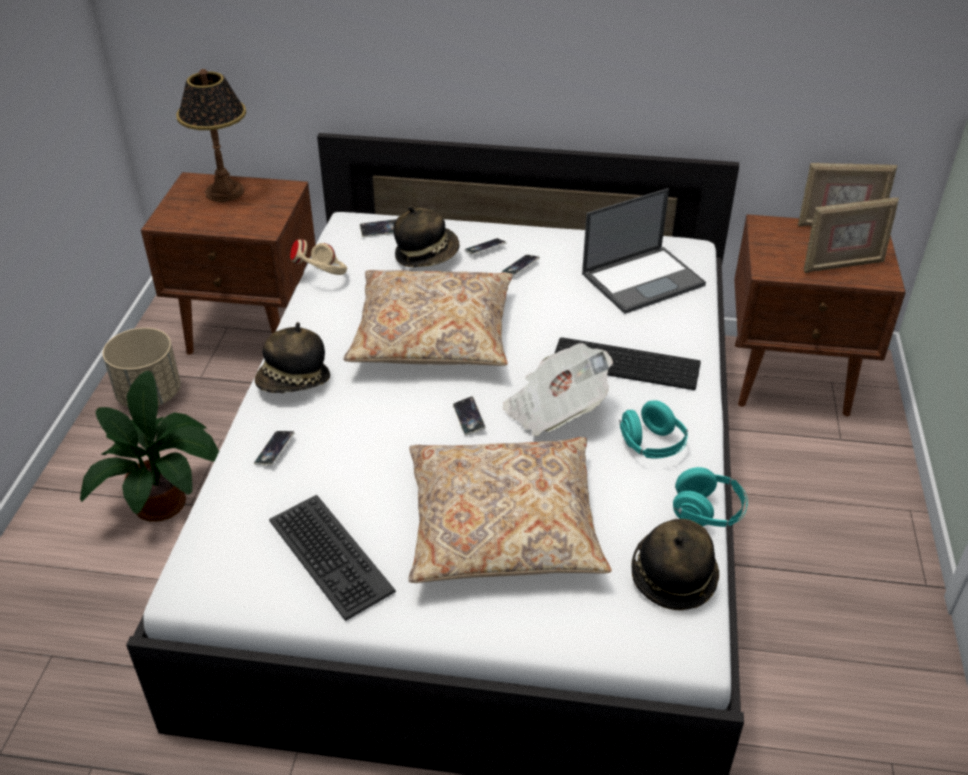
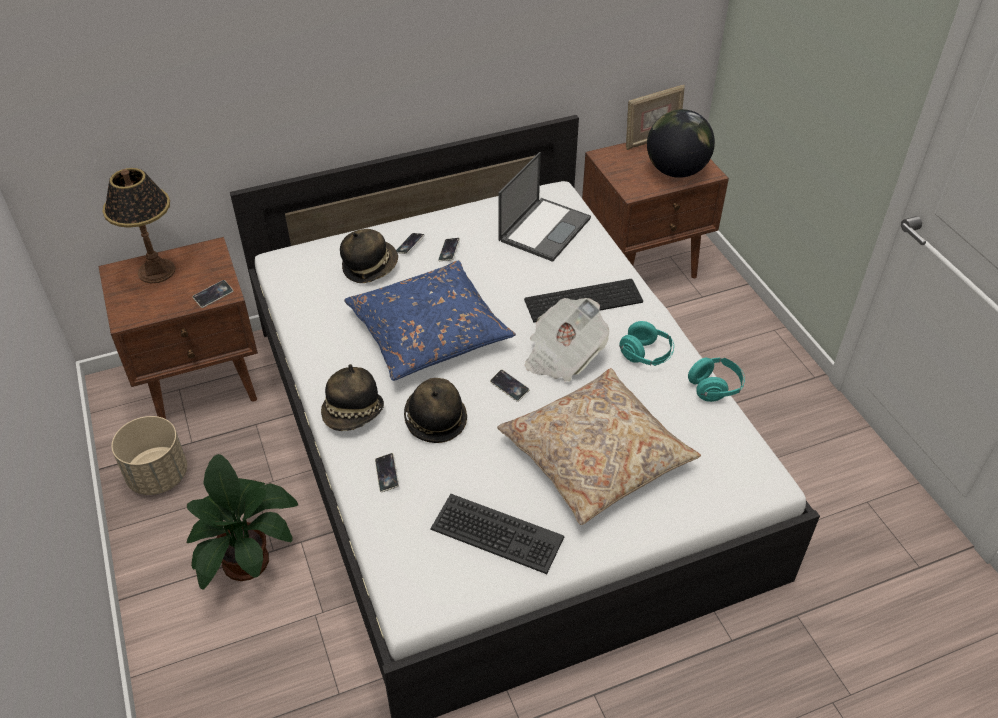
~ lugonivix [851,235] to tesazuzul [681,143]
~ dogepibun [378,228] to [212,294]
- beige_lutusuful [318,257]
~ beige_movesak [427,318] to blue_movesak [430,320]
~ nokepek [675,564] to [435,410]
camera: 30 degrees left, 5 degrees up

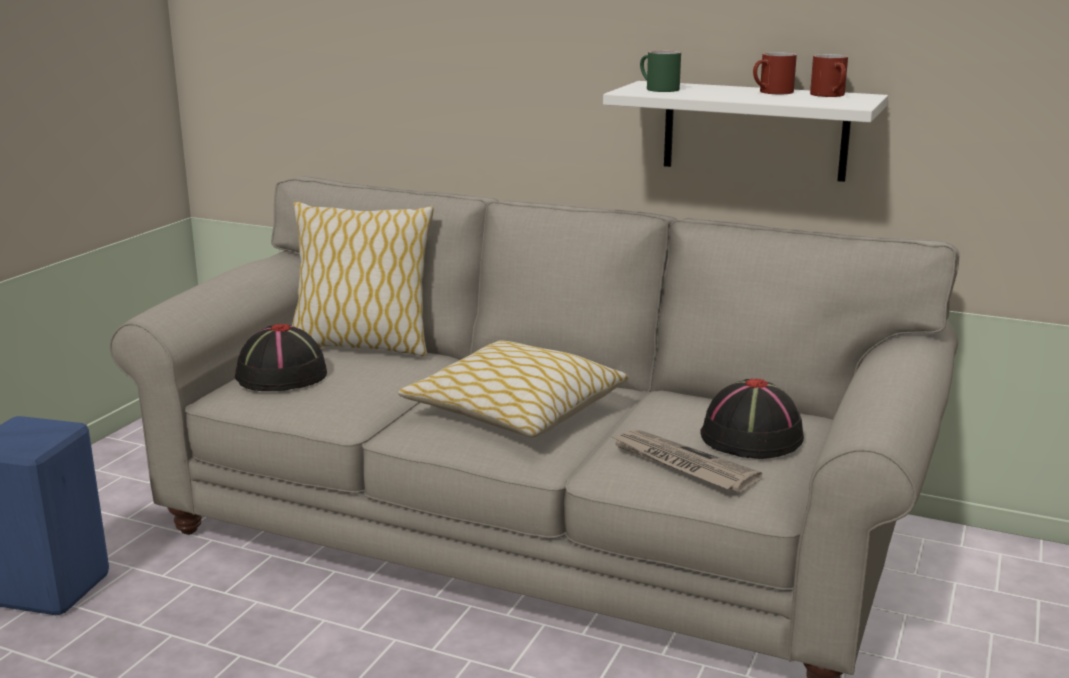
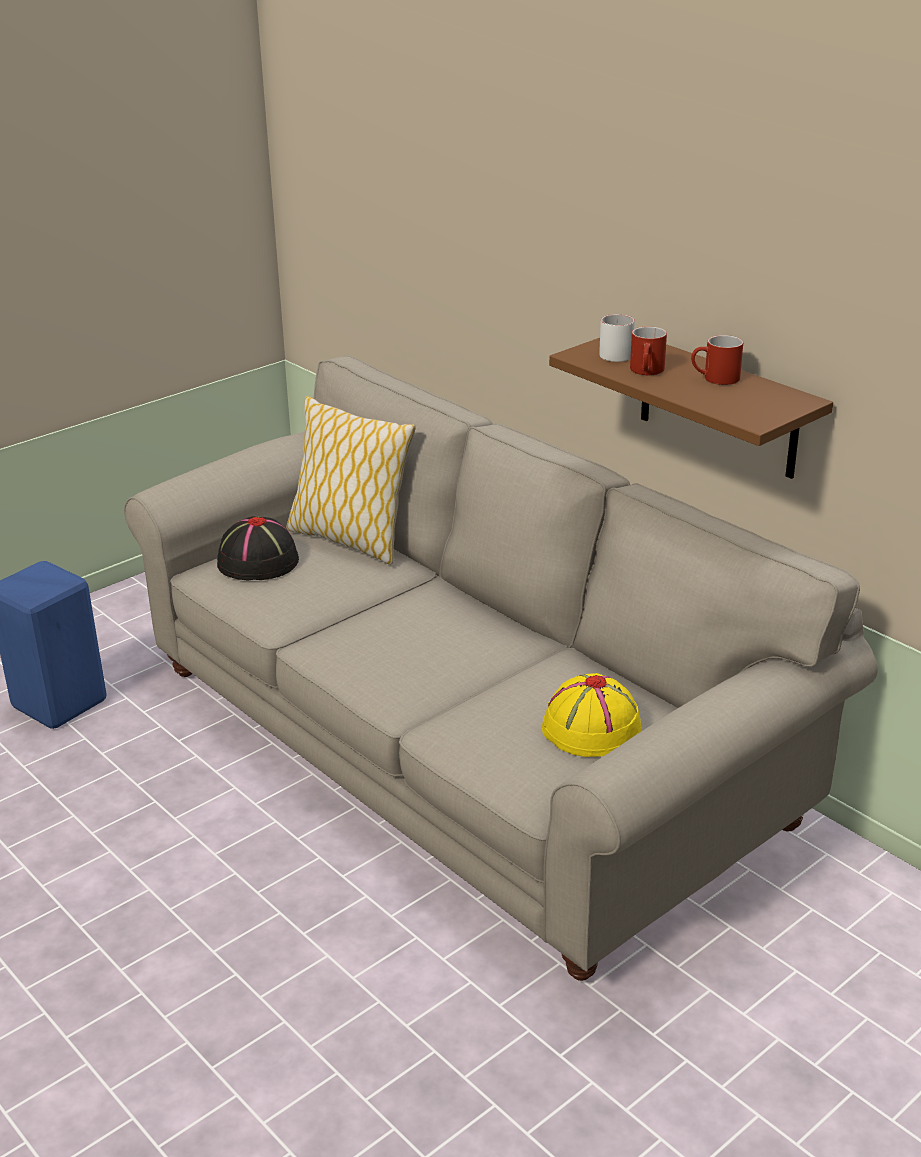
~ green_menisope [660,71] to white_menisope [617,338]
~ red_menisope [829,75] to [648,350]
~ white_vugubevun [745,131] to brown_vugubevun [691,408]
- movesak [513,389]
~ black_nokepek [752,418] to yellow_nokepek [592,715]
- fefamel [686,460]
camera: 25 degrees right, 10 degrees up

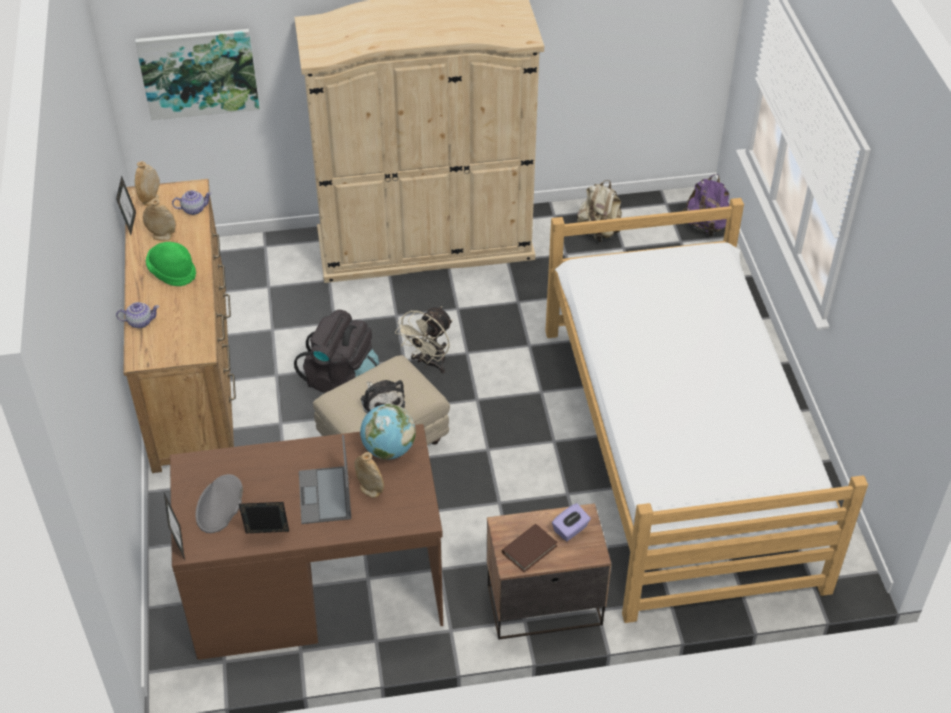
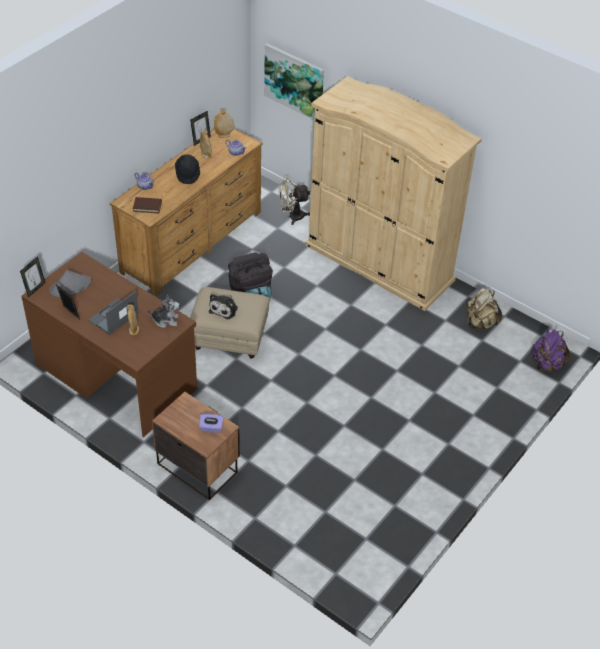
- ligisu [706,410]
~ green_nokepek [171,264] to black_nokepek [187,169]
~ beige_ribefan [424,339] to [294,201]
~ tesazuzul [388,431] to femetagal [163,311]
~ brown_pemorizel [530,548] to [147,205]
camera: 45 degrees right, 0 degrees up

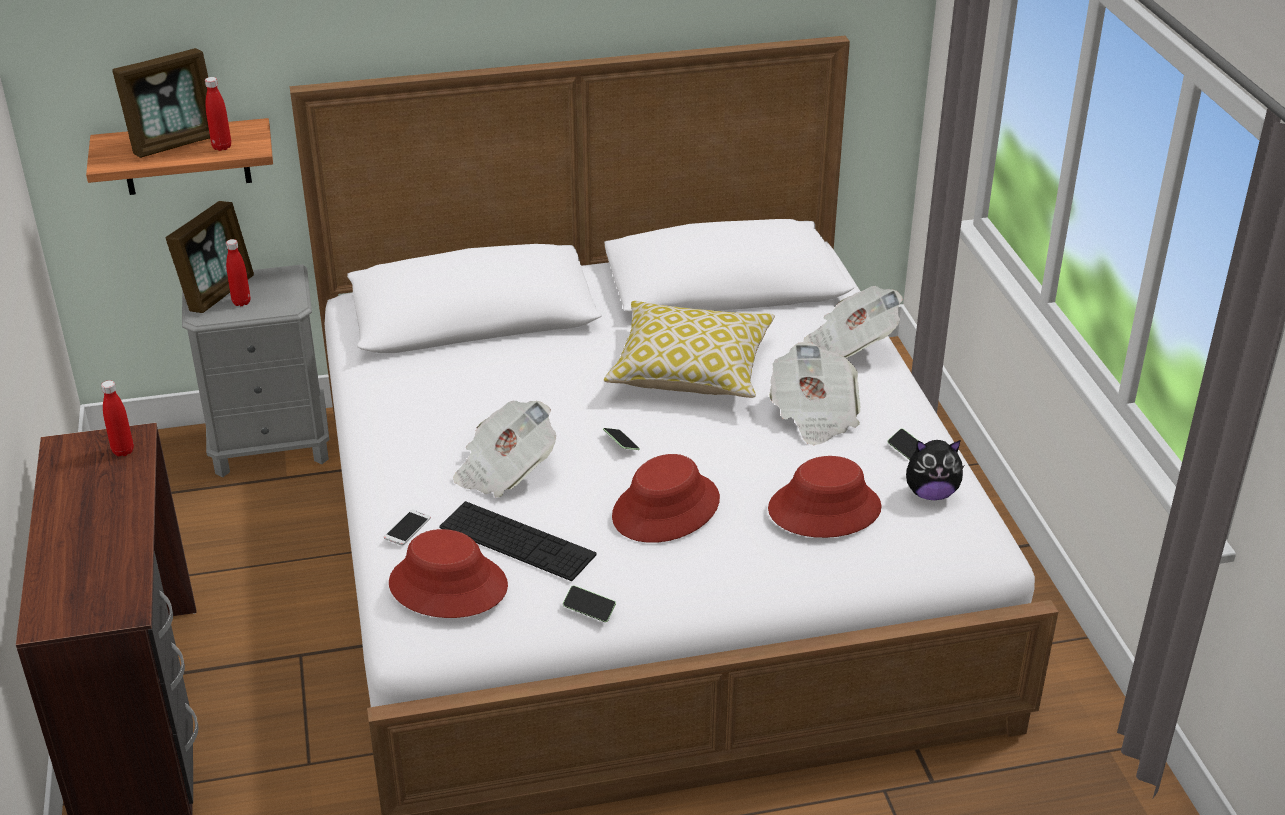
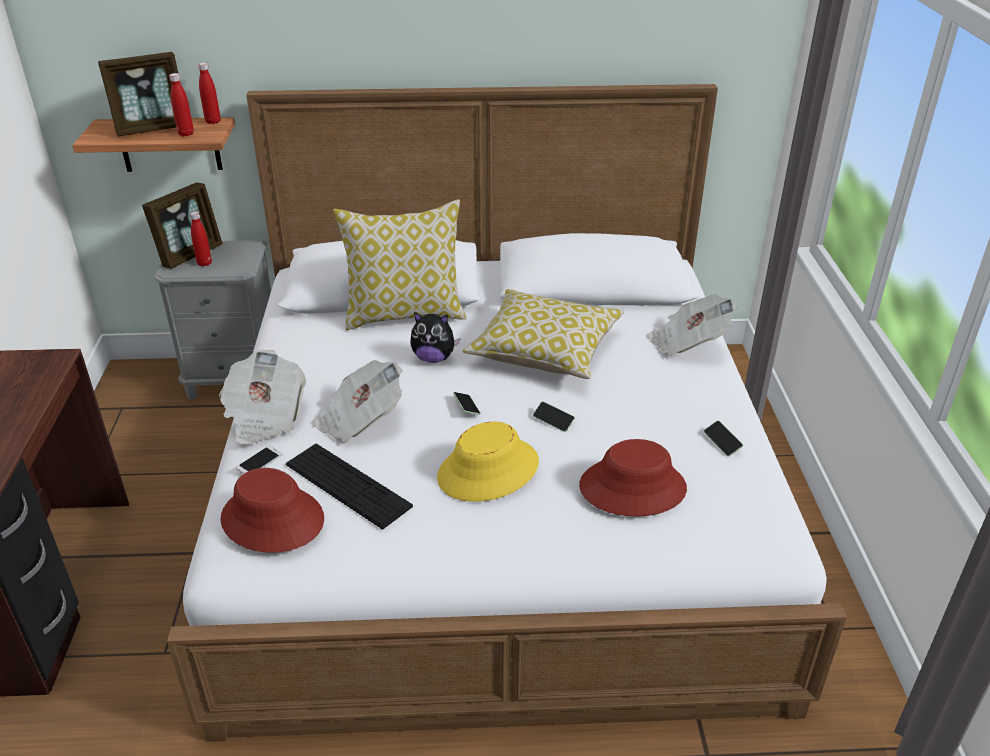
~ fefamel [814,393] to [262,397]
~ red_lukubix [117,418] to [209,93]
~ femetagal [935,470] to [436,337]
~ red_nokepek [666,498] to yellow_nokepek [488,462]
~ dogepibun [589,603] to [554,416]
+ movesak [400,264]
camera: 10 degrees right, 0 degrees up

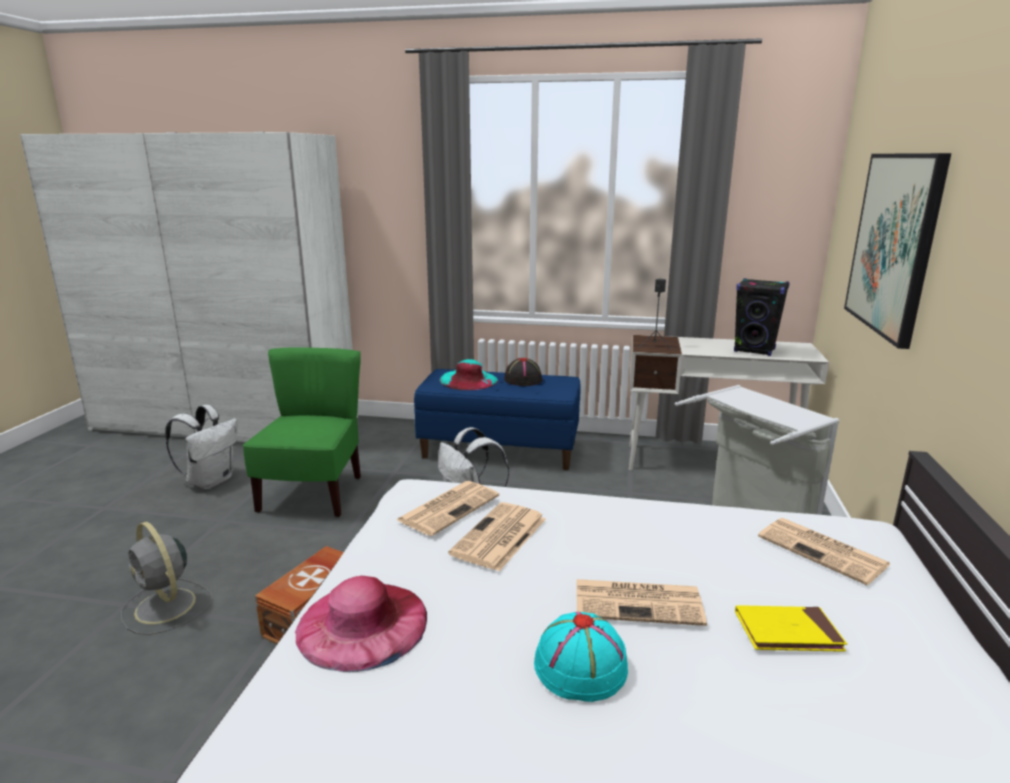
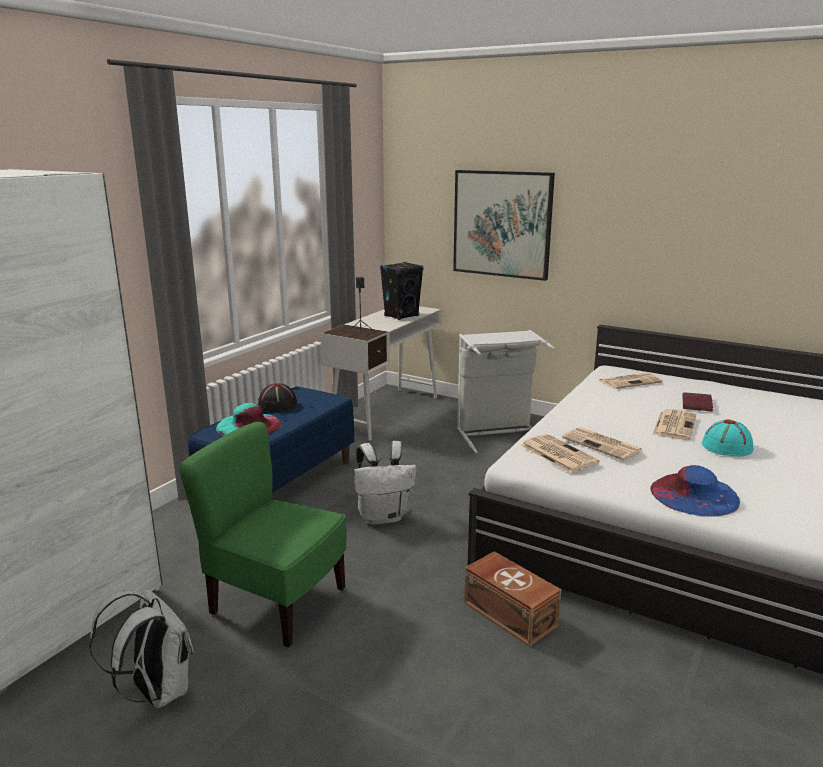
- grey_ribefan [166,578]
~ pink_nokepek [361,624] to blue_nokepek [695,491]
~ yellow_pemorizel [791,628] to red_pemorizel [697,402]
camera: 70 degrees left, 0 degrees up

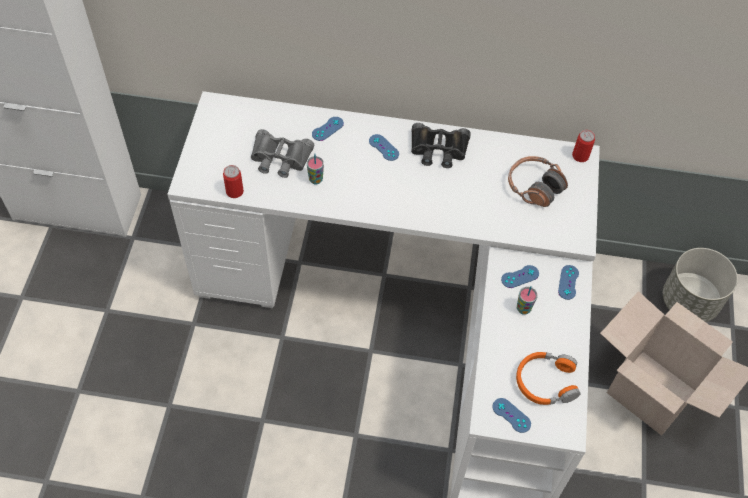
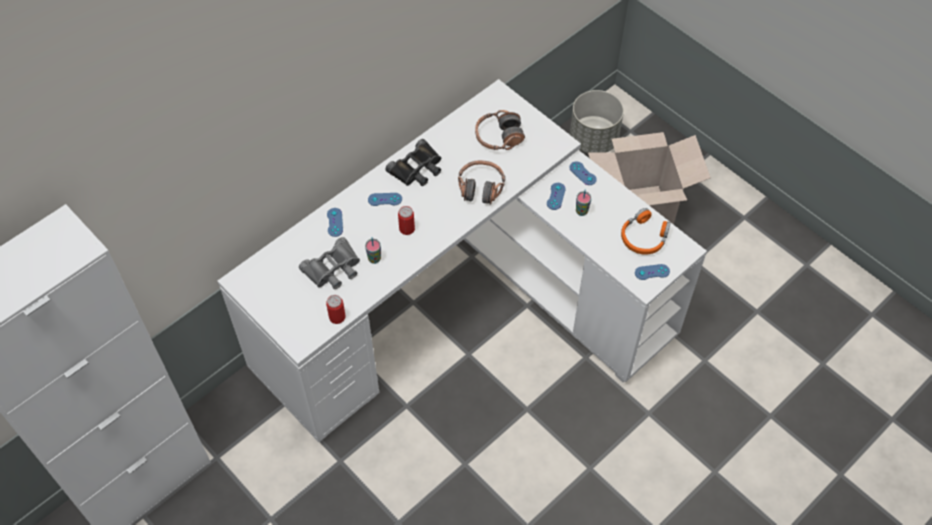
~ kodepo [583,146] to [406,220]
+ lutusuful [481,182]
camera: 50 degrees left, 0 degrees up

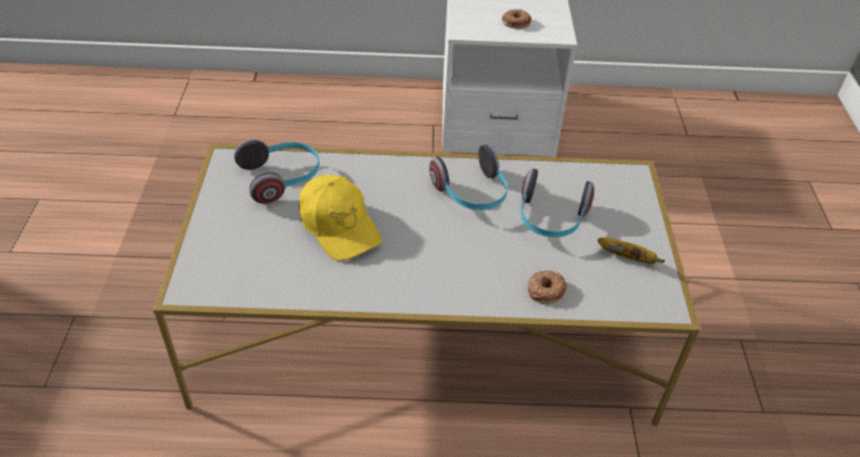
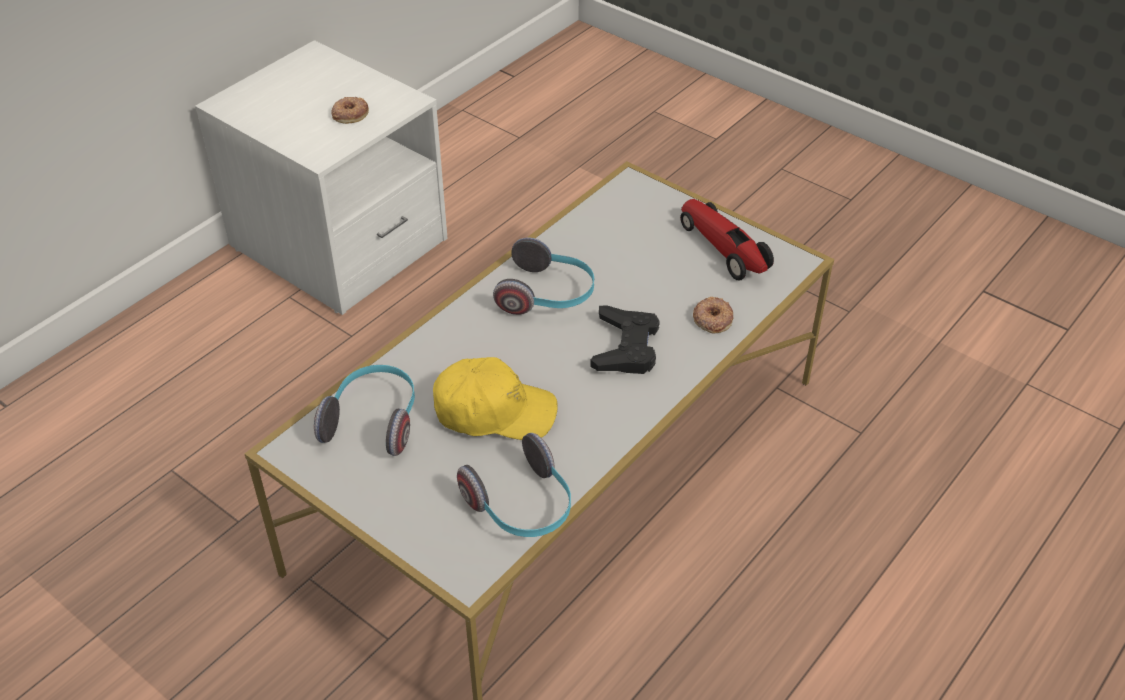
~ lutusuful [557,202] to [514,485]
~ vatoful [631,250] to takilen [727,239]
+ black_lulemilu [625,339]
camera: 50 degrees left, 0 degrees up

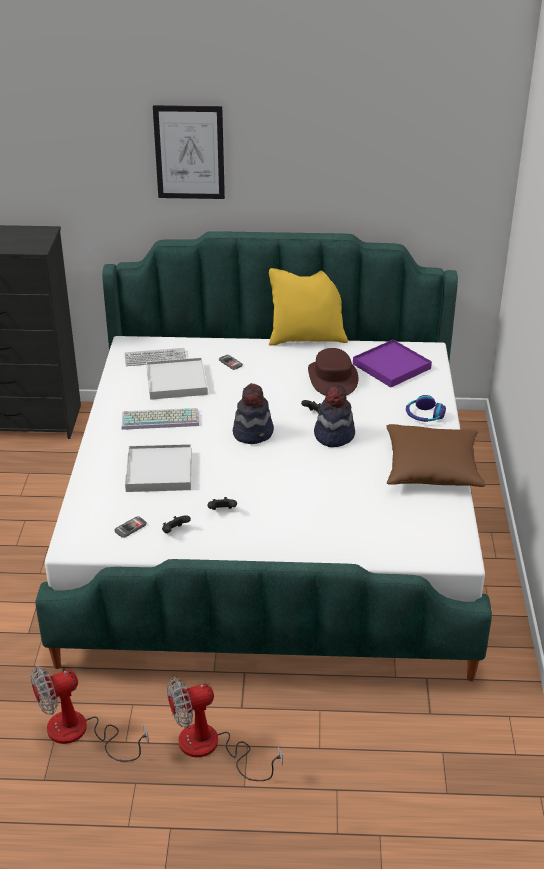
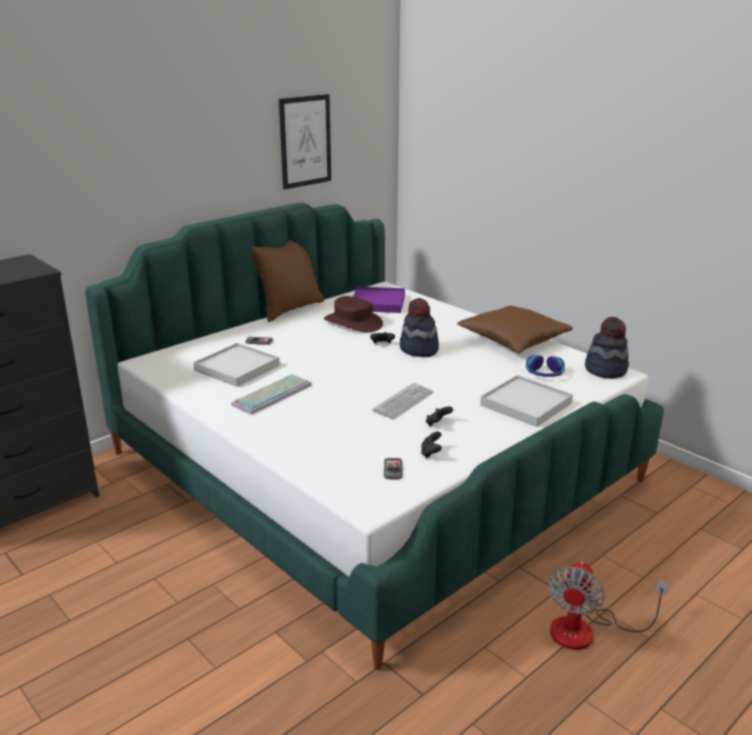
~ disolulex [189,152] to [305,141]
~ yellow_movesak [308,307] to brown_movesak [288,281]
~ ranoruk [155,357] to [403,401]
~ nokepek [253,413] to [607,347]
~ lutusuful [426,408] to [545,366]
~ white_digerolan [158,468] to [526,401]
- ribefan [90,714]
camera: 45 degrees left, 10 degrees down

